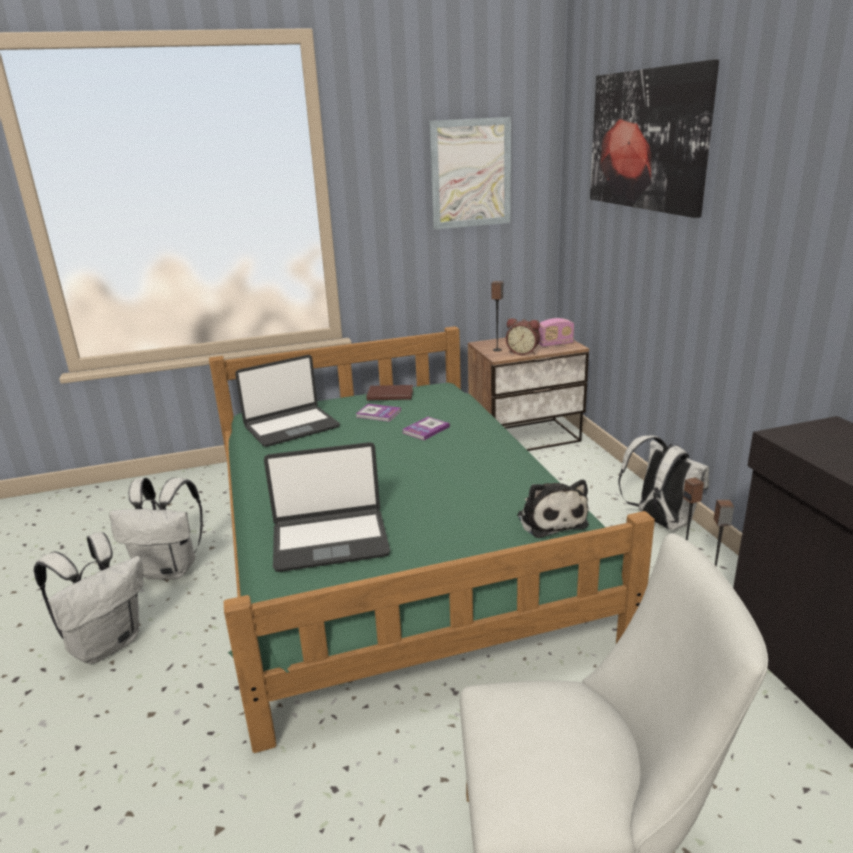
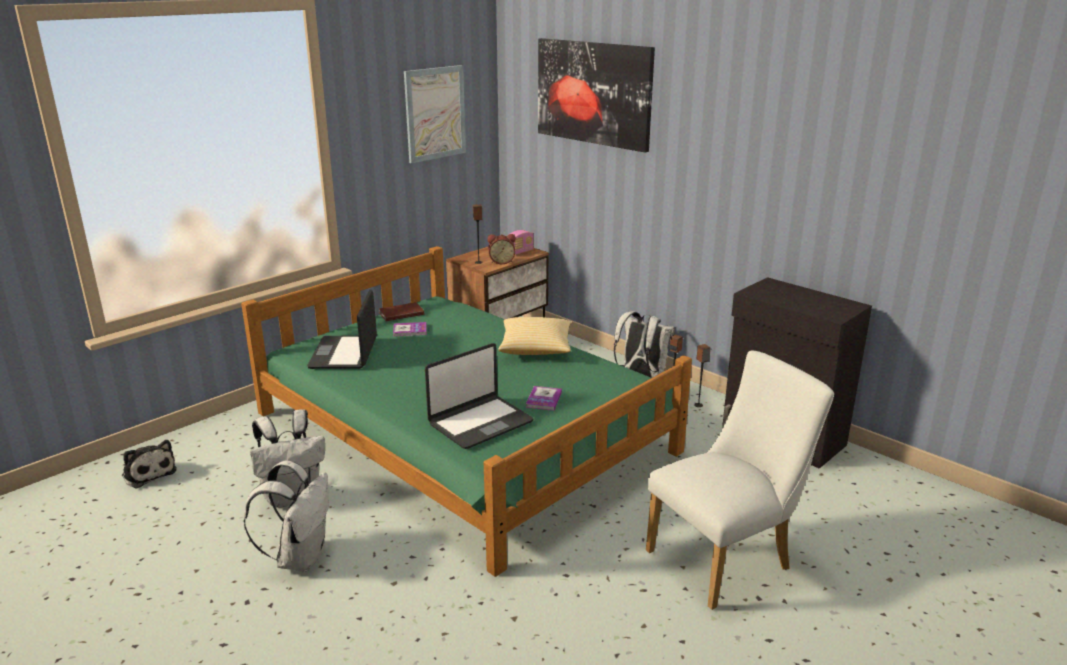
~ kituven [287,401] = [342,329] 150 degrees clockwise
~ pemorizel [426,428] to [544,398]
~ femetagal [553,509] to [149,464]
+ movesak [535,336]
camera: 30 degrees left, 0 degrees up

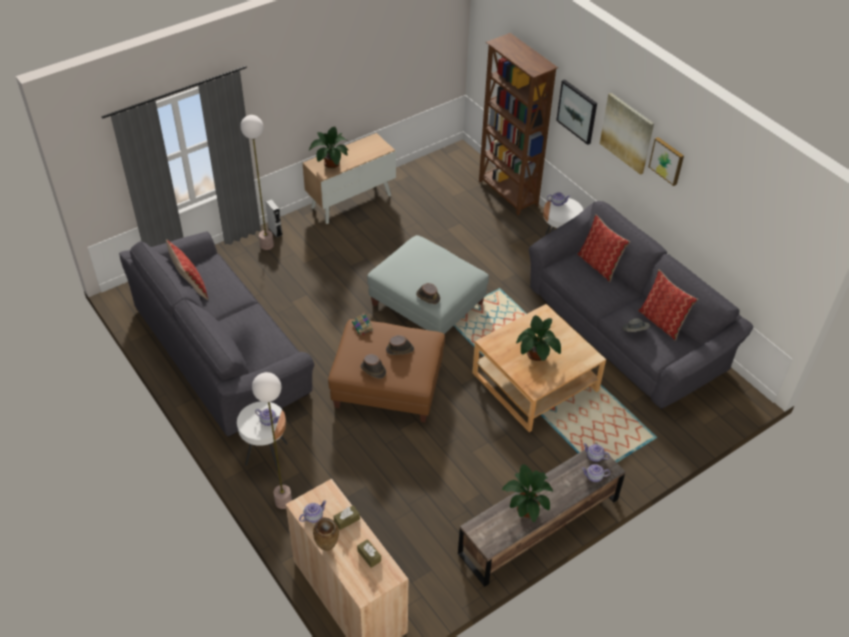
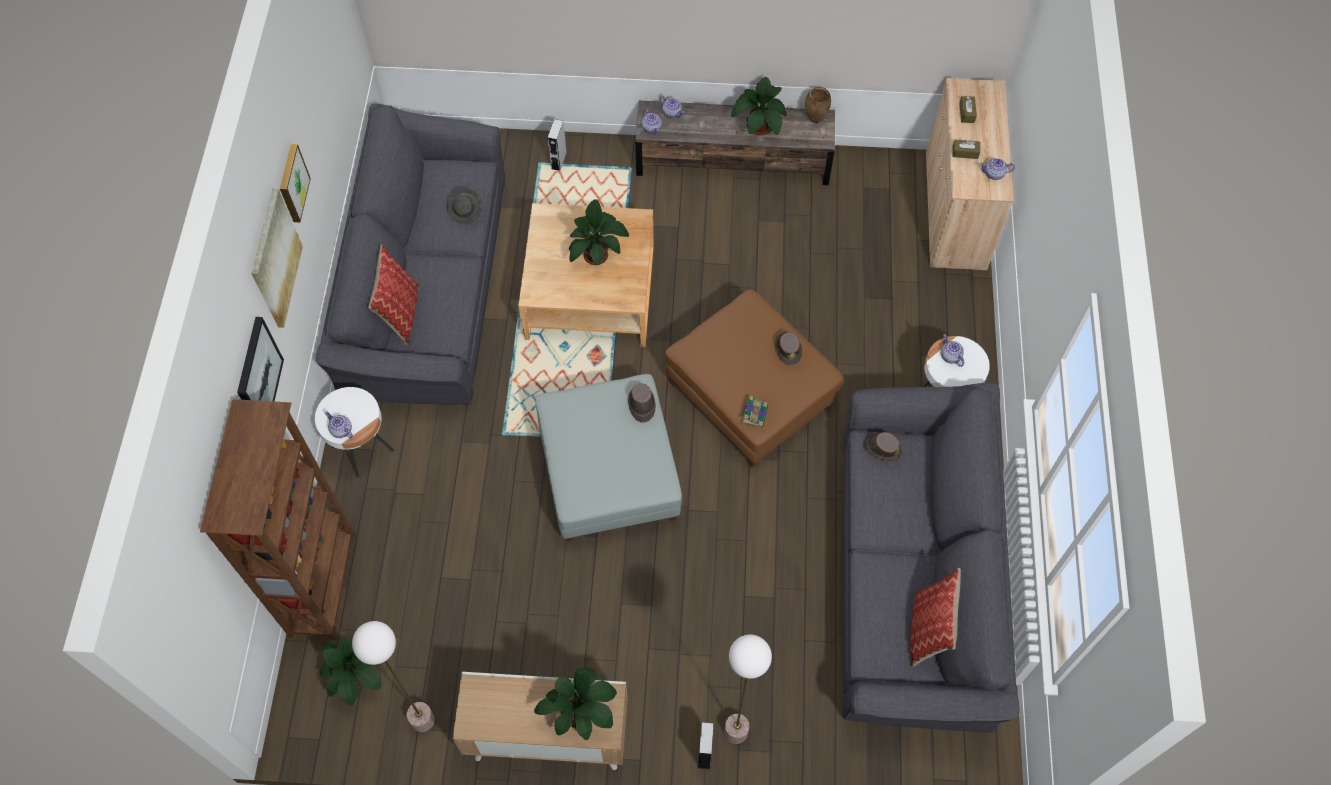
- movesak [668,305]
~ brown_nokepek [400,345] to [882,447]
~ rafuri [272,440] to [393,676]
~ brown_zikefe [326,534] to [818,105]
+ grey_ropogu [557,145]
+ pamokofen [351,671]
camera: 140 degrees left, 15 degrees up

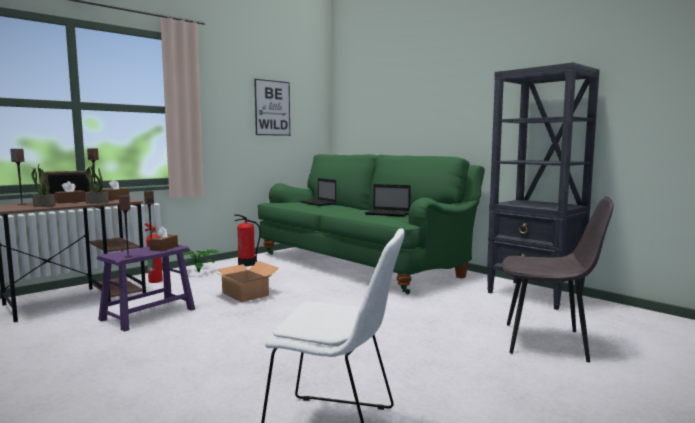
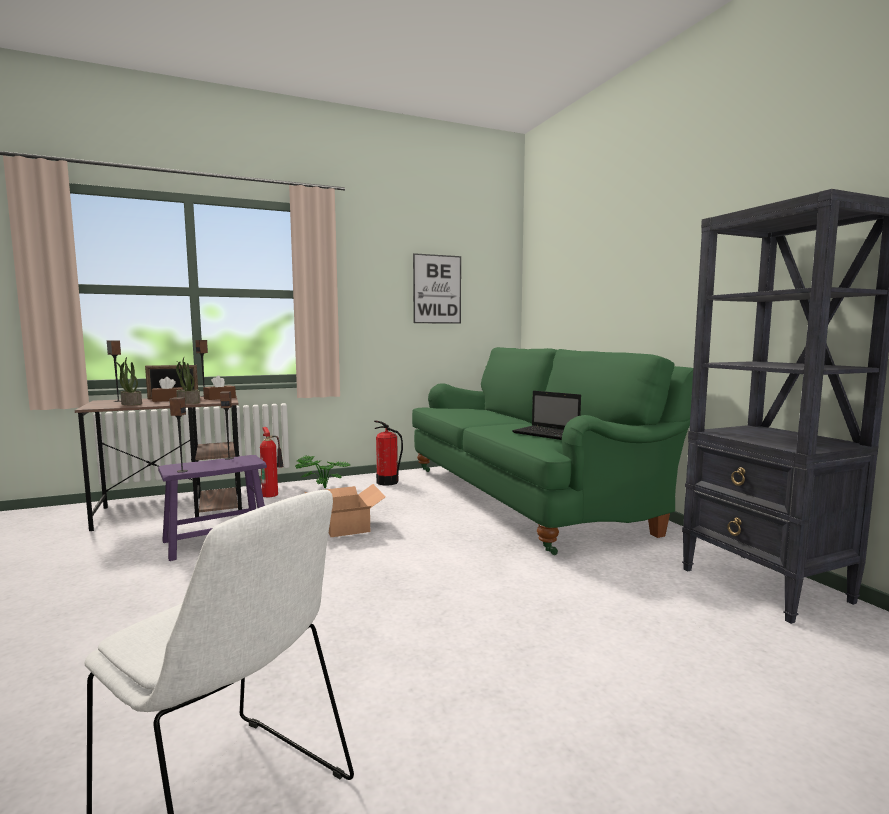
- kituven [318,192]
- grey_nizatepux [558,279]
- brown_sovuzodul [163,238]
camera: 20 degrees right, 0 degrees up

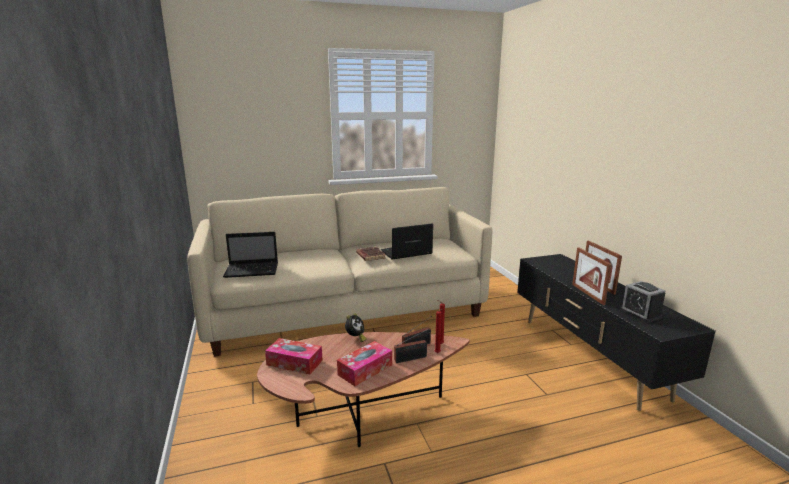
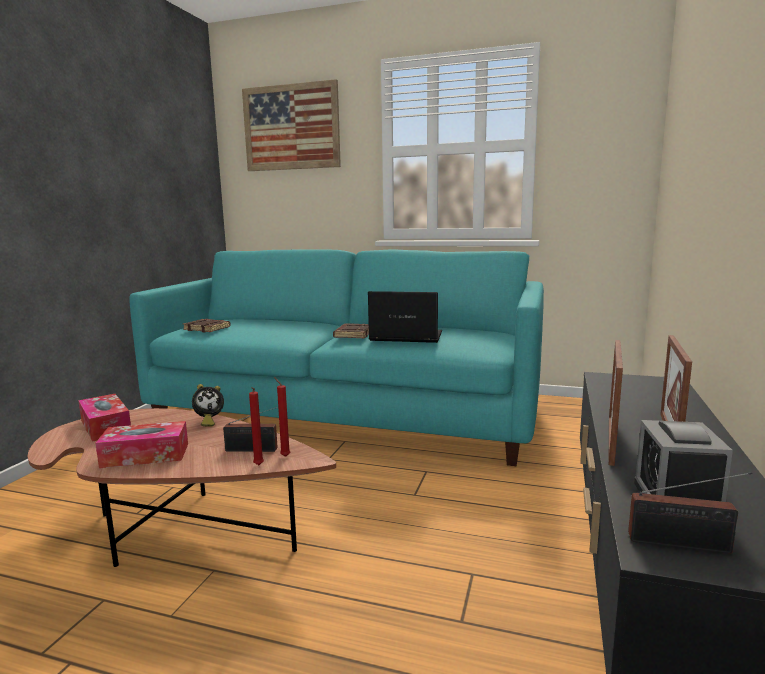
~ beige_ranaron [339,272] to turquoise_ranaron [336,357]
~ kituven [250,255] to brown_pemorizel [207,325]
~ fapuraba [411,346] to [690,513]
+ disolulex [291,125]
camera: 35 degrees right, 5 degrees down

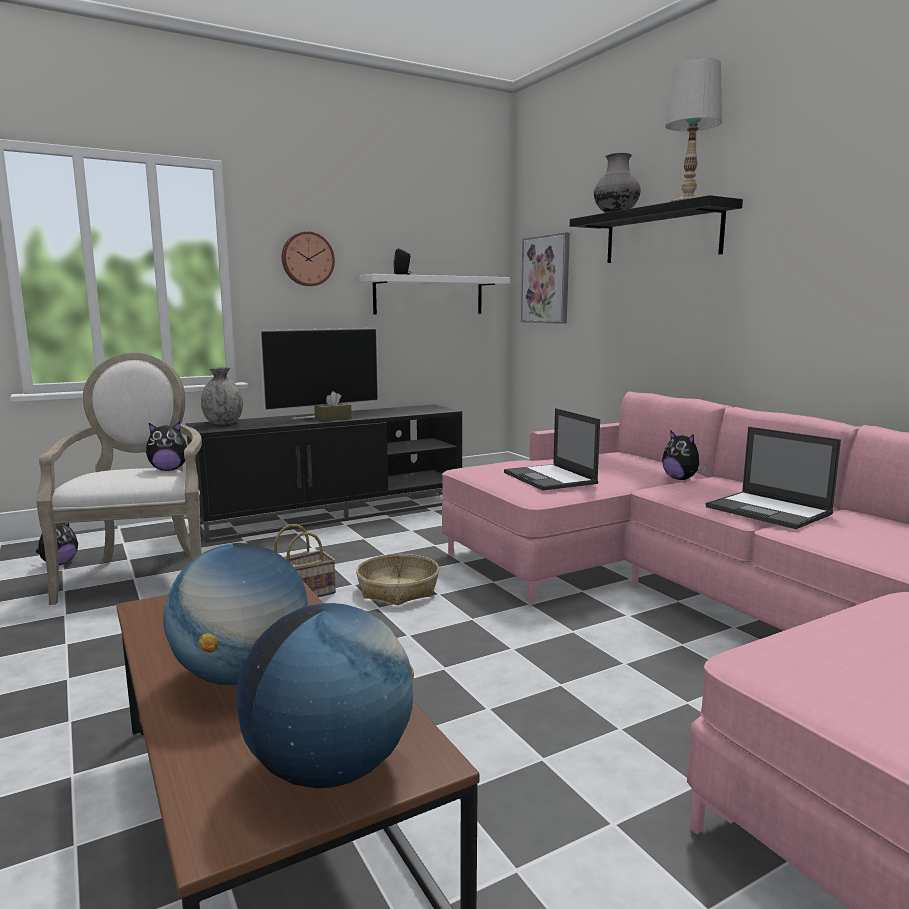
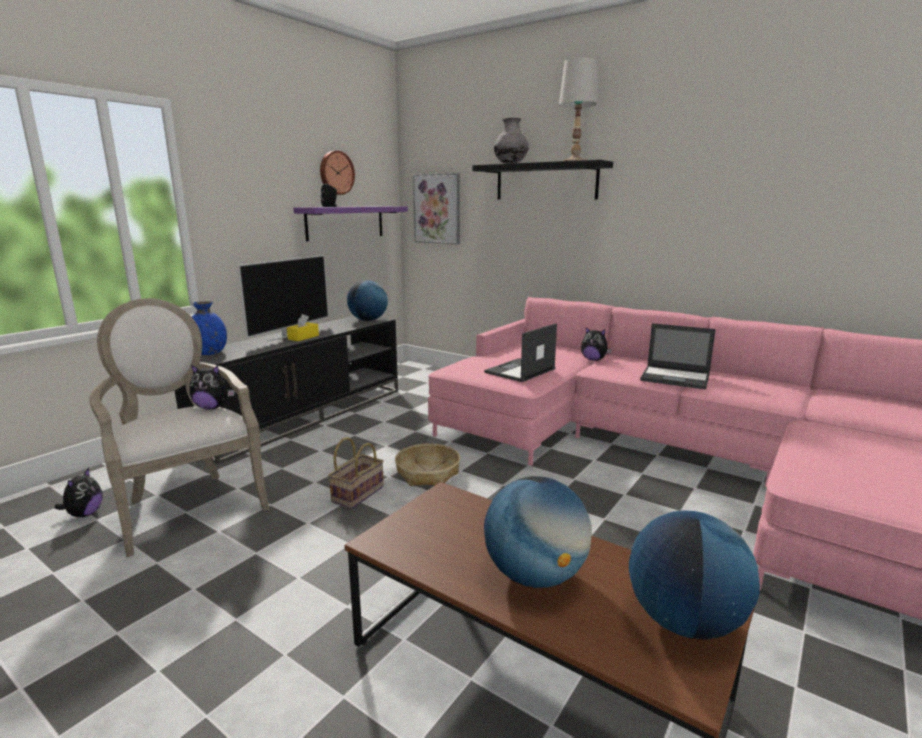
~ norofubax [308,258] to [337,173]
~ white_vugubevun [434,294] to purple_vugubevun [350,223]
~ grey_zikefe [222,396] to blue_zikefe [209,328]
~ brown_sovuzodul [333,406] to yellow_sovuzodul [303,327]
~ kituven [552,449] = [520,352] 90 degrees clockwise
~ femetagal [166,446] = [212,387] 45 degrees clockwise
+ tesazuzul [367,300]
camera: 25 degrees left, 5 degrees up

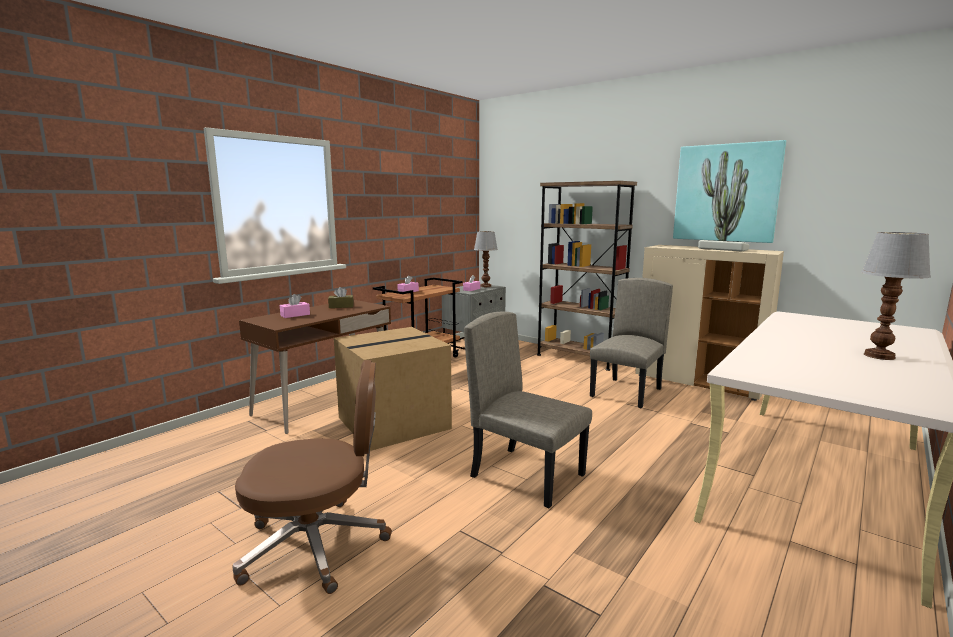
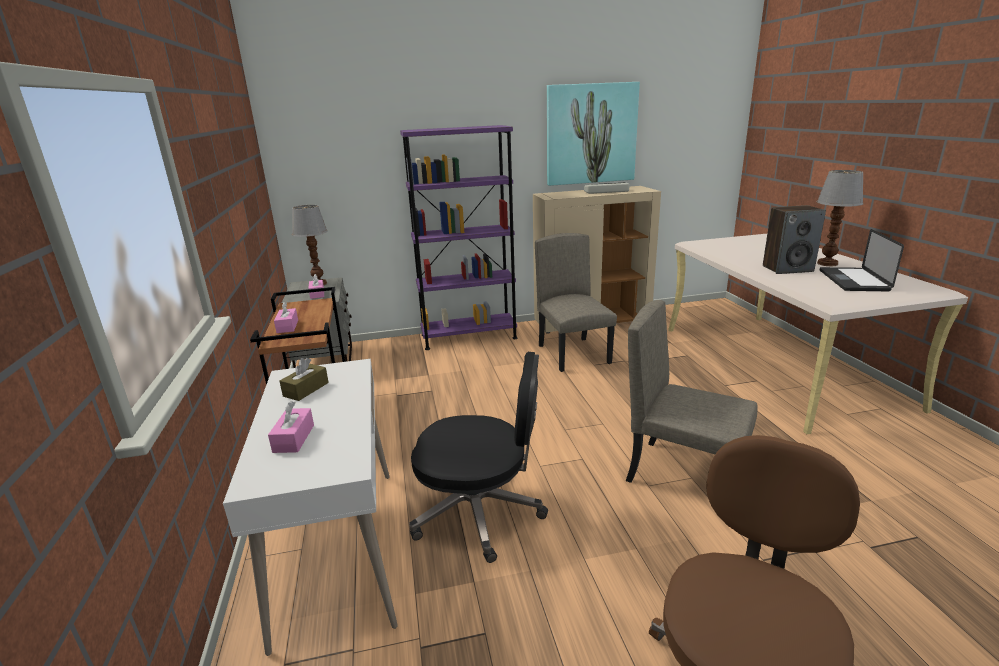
~ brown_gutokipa [587,276] to purple_gutokipa [459,237]
~ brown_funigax [315,367] to white_funigax [310,507]
~ beige_nizatepux [528,409] = [692,391] 45 degrees clockwise
~ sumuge [393,389] to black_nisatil [478,457]
+ ropogu [794,239]
+ kituven [862,260]
camera: 50 degrees left, 10 degrees up

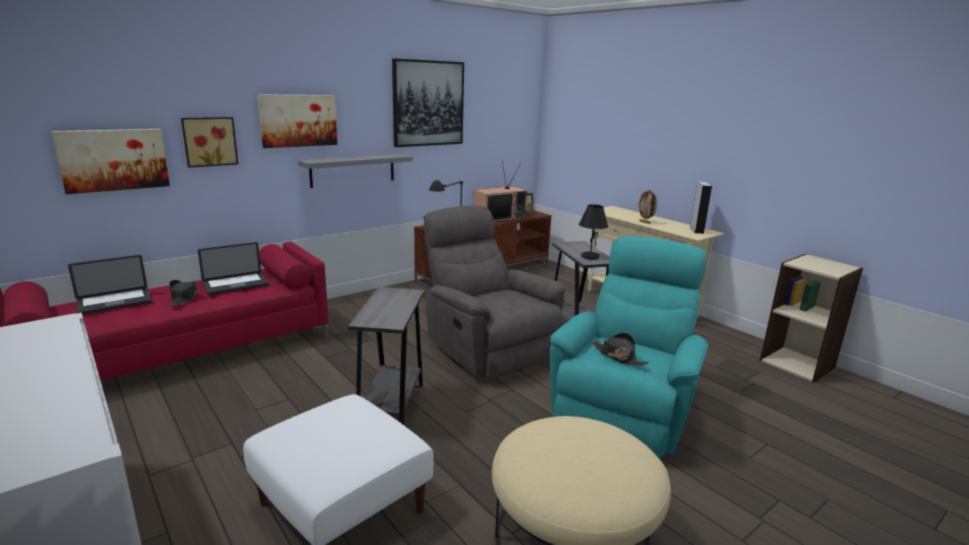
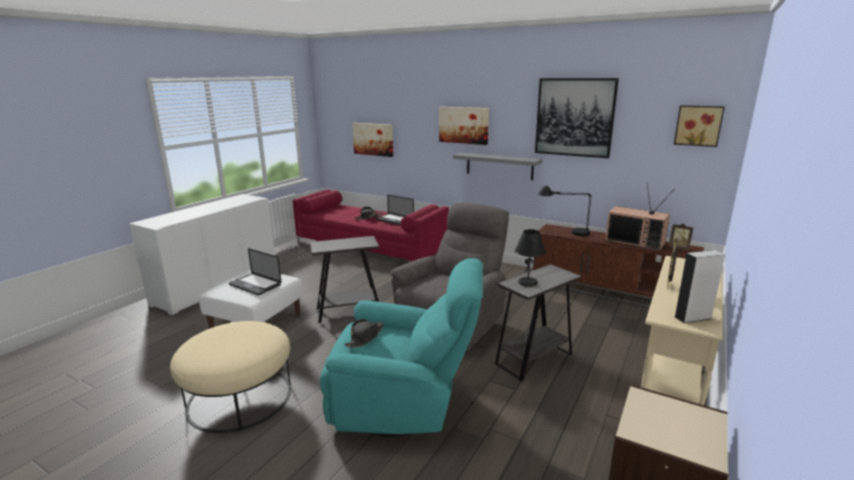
~ disolulex [209,142] to [699,126]
~ kituven [110,285] to [255,271]
camera: 70 degrees right, 0 degrees up

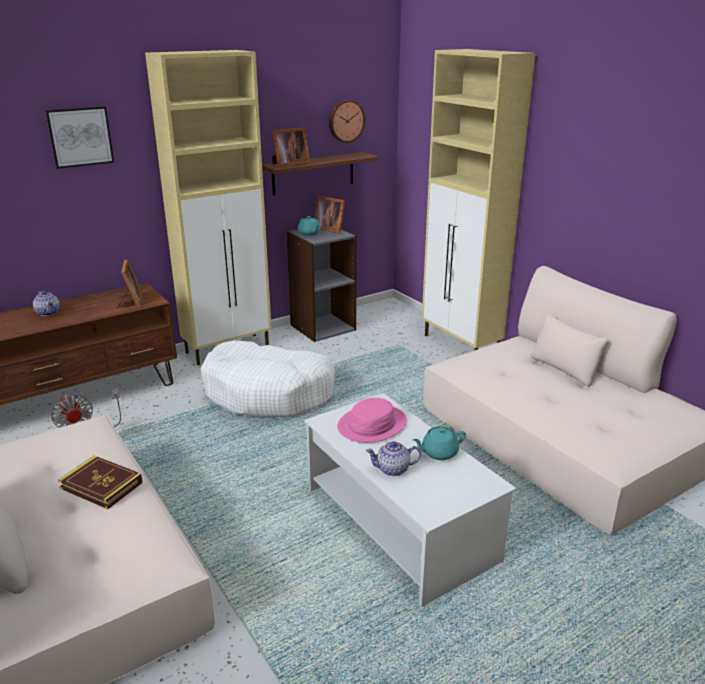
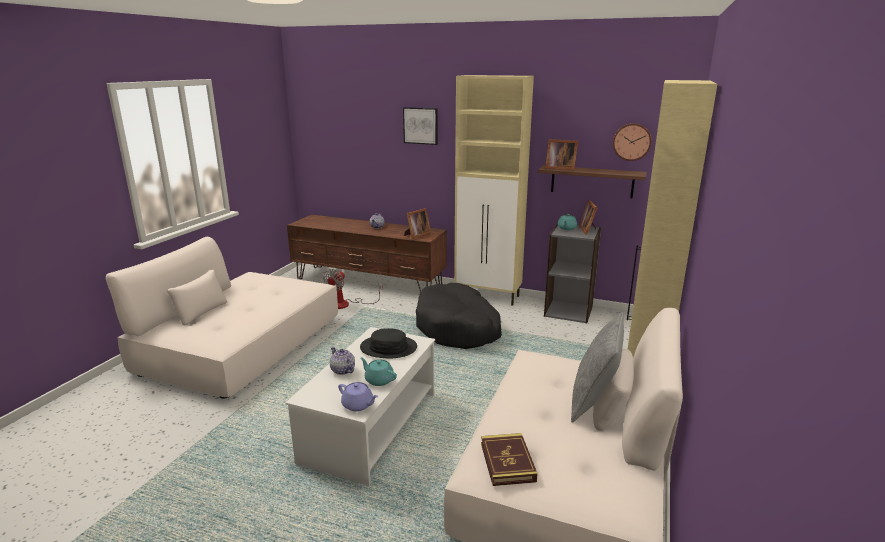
~ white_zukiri [268,379] to black_zukiri [459,316]
~ pink_nokepek [372,420] to black_nokepek [388,343]
~ pemorizel [100,482] to [509,459]
+ grey_movesak [597,367]
+ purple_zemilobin [358,396]
camera: 55 degrees right, 5 degrees down

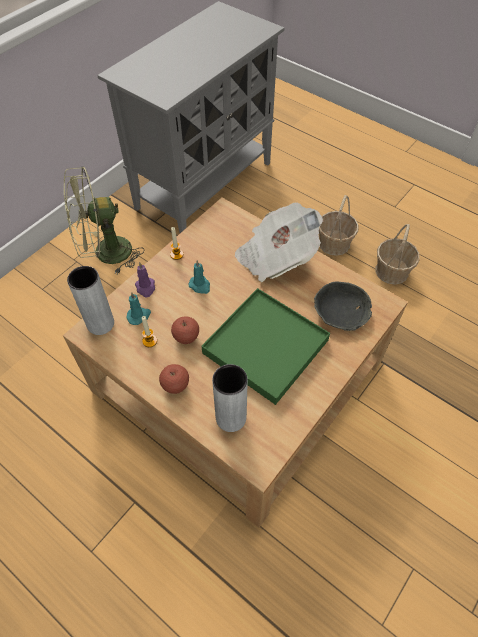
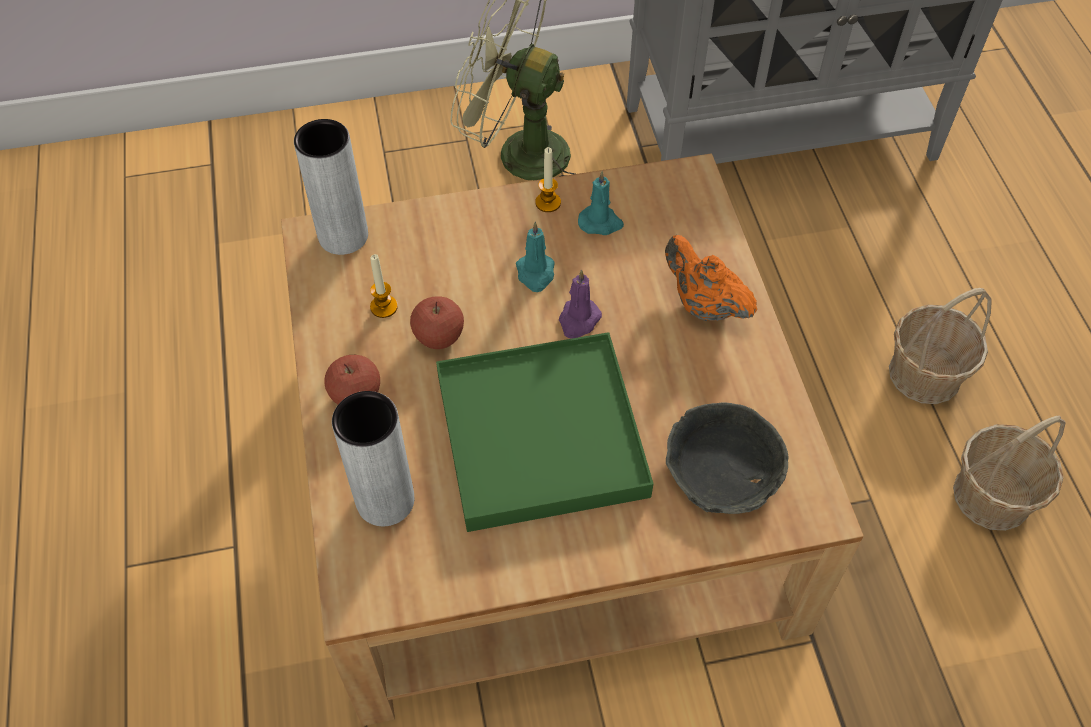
~ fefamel [279,242] to orange_zemilobin [711,278]
~ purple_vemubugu [145,279] to [580,304]
~ turquoise_vemubugu [138,308] to [601,203]
camera: 40 degrees right, 0 degrees up

